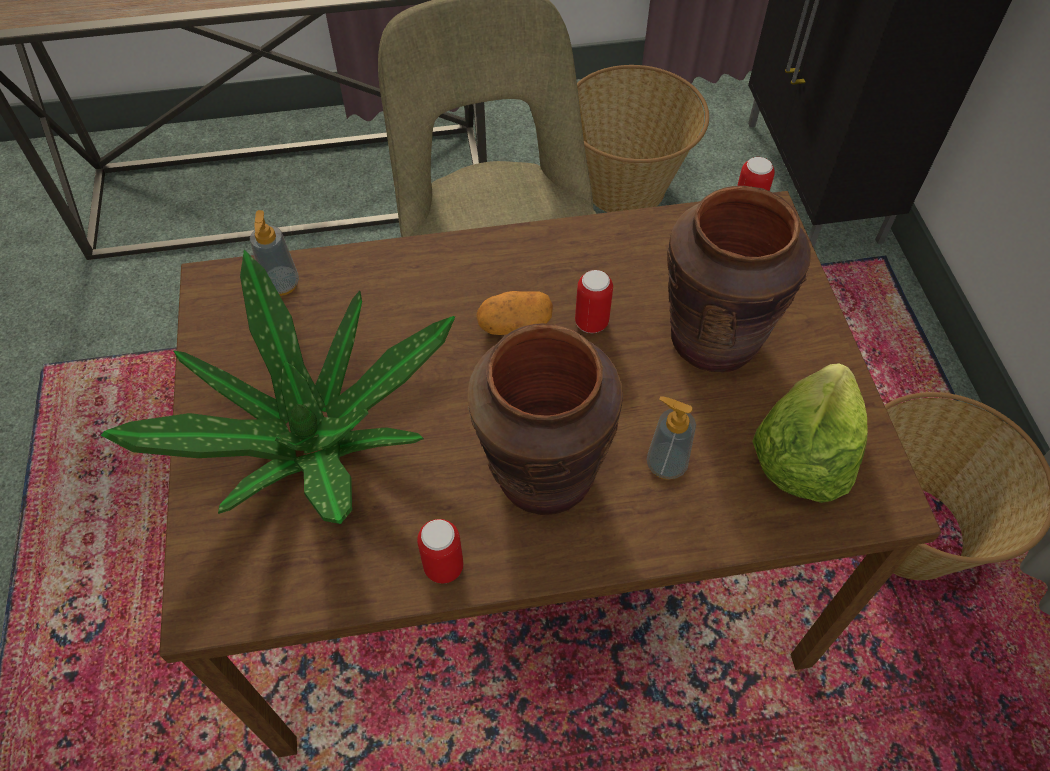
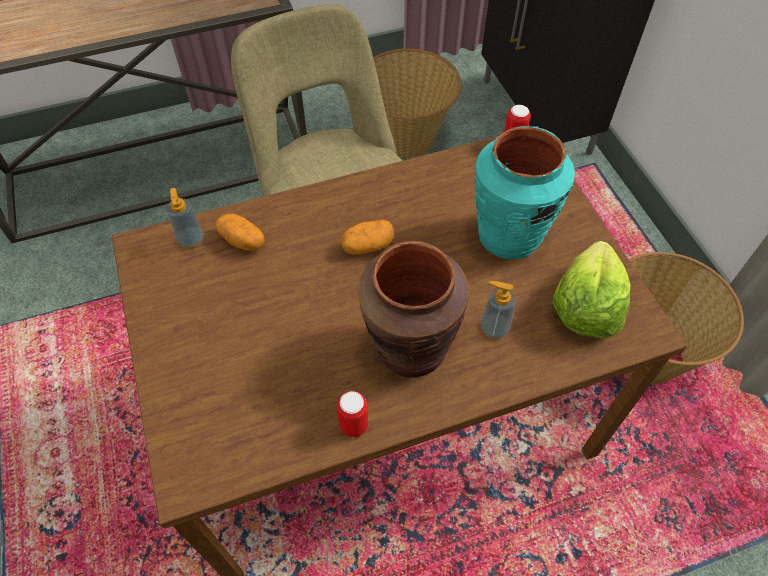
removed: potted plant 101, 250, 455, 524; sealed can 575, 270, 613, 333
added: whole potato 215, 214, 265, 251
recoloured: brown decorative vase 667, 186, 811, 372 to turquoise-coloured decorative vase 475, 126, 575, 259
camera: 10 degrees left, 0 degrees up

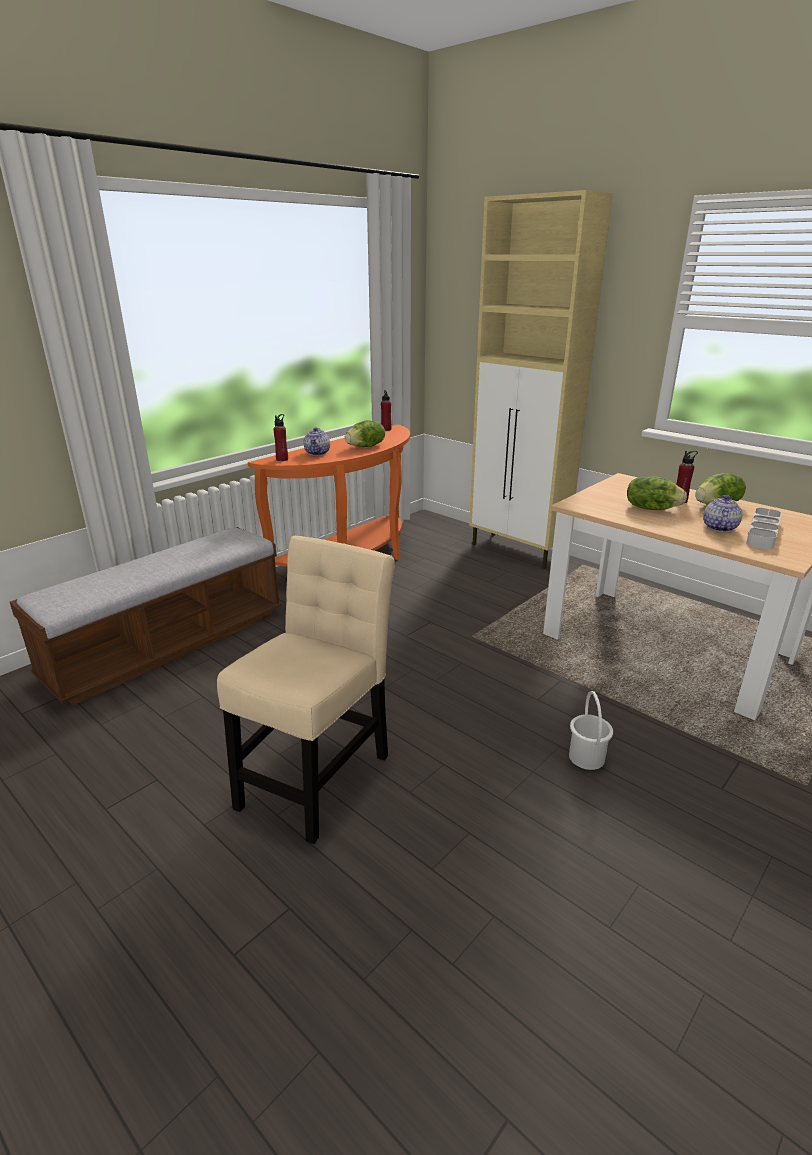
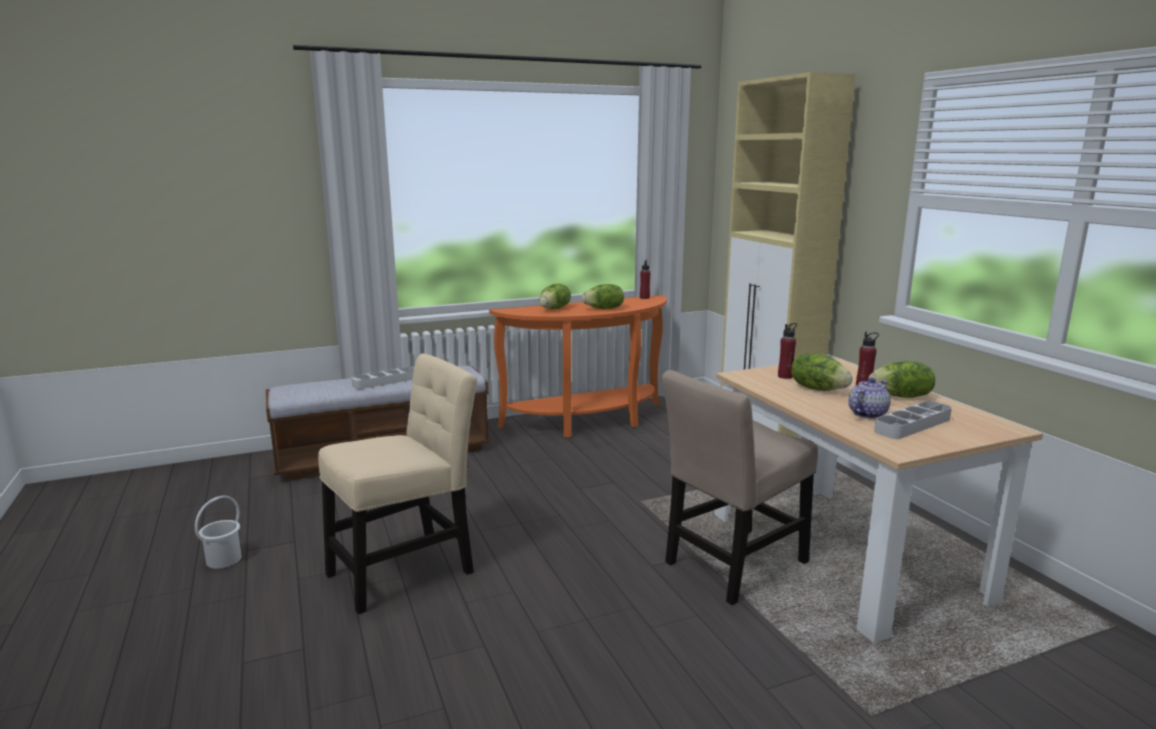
added: grey carrying tray 351, 366, 414, 389; beige-coloured upright chair 662, 370, 818, 605
moved: reddish bottle 273, 414, 288, 461 to 778, 323, 797, 379; whitish pail 569, 691, 613, 770 to 195, 496, 242, 569
replaced: pot for tea 303, 427, 330, 456 to lettuce 539, 284, 571, 310
camera: 25 degrees right, 10 degrees down

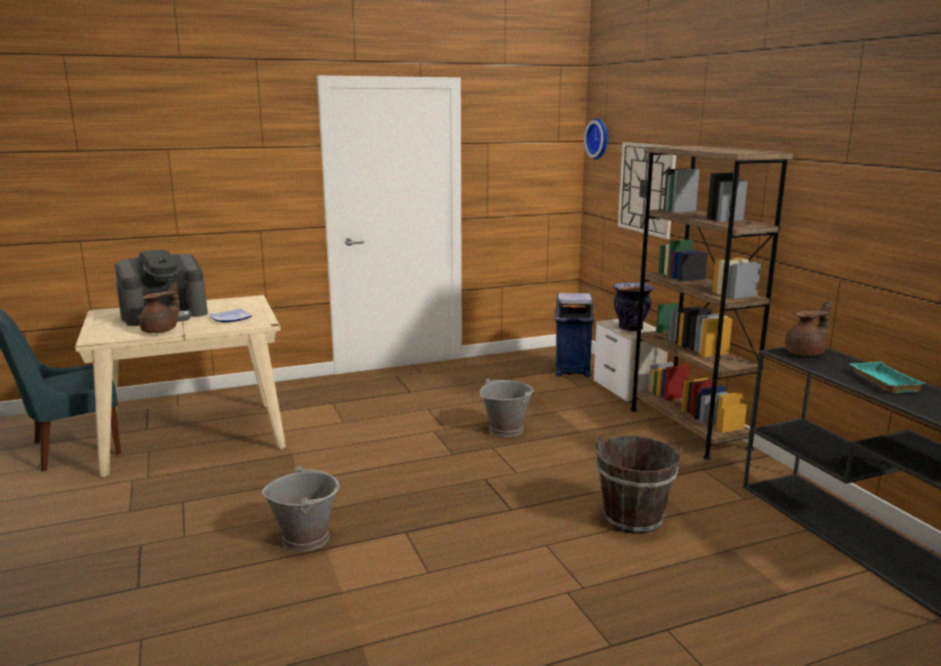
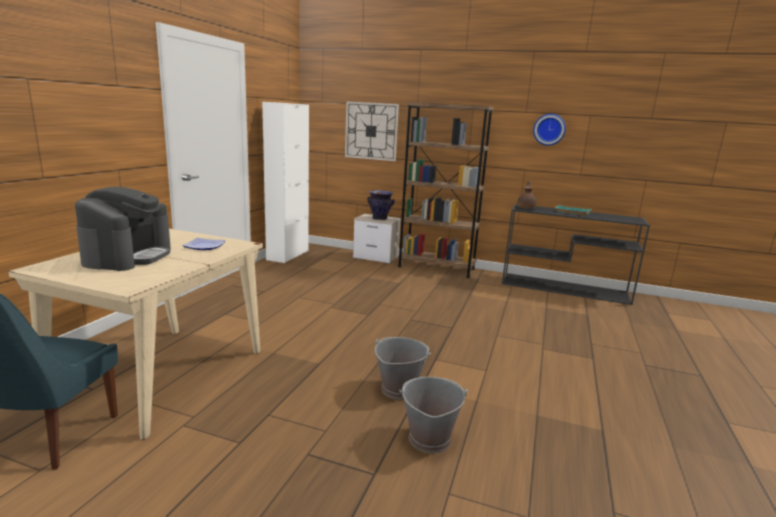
removed: brown pot for tea 139, 282, 180, 333; blue waste bin 555, 293, 594, 377; brown pail 596, 435, 682, 534
added: whitish cupboard 262, 102, 309, 263
moved: wall clock 584, 118, 608, 159 to 533, 114, 566, 146; grey pail 480, 378, 534, 437 to 399, 377, 468, 453
camera: 50 degrees left, 0 degrees up

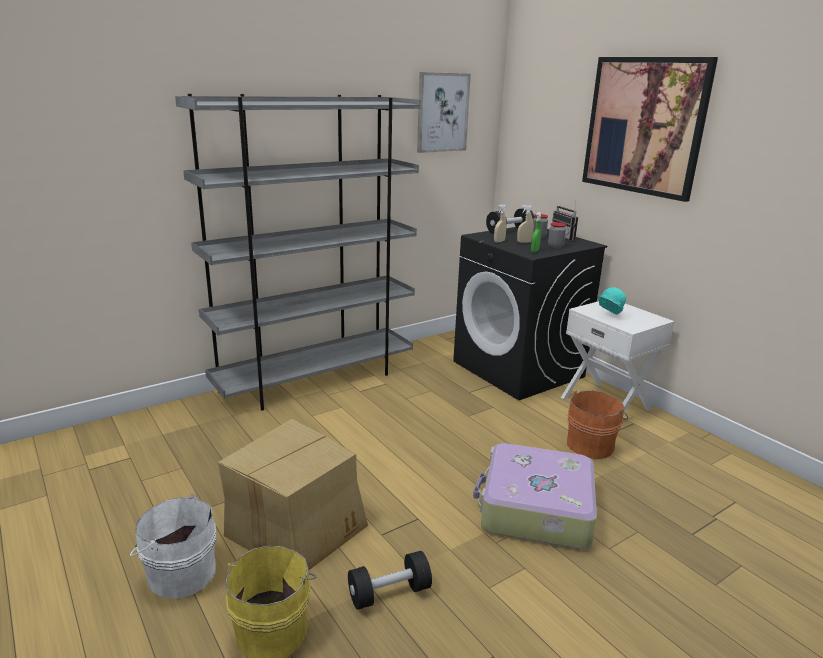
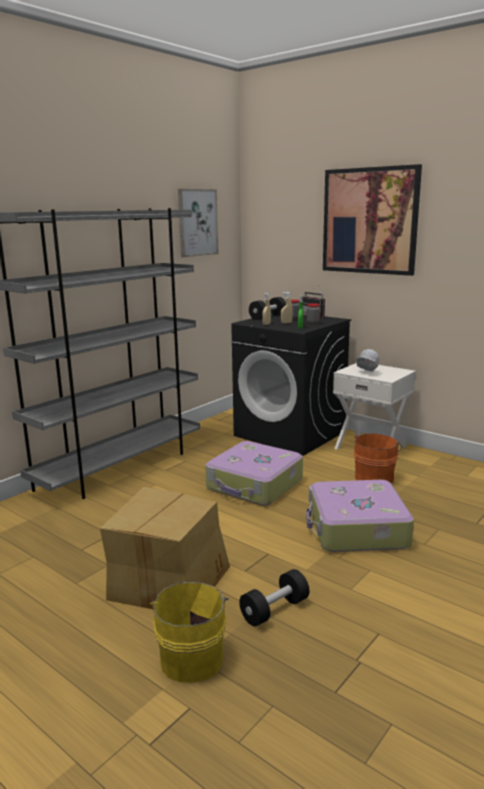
removed: whitish pail 130, 494, 216, 598
added: suitcase 205, 441, 303, 506
recoloured: turquoise-coloured safety helmet 598, 287, 626, 315 to whitish safety helmet 357, 349, 379, 372
camera: 15 degrees left, 5 degrees down

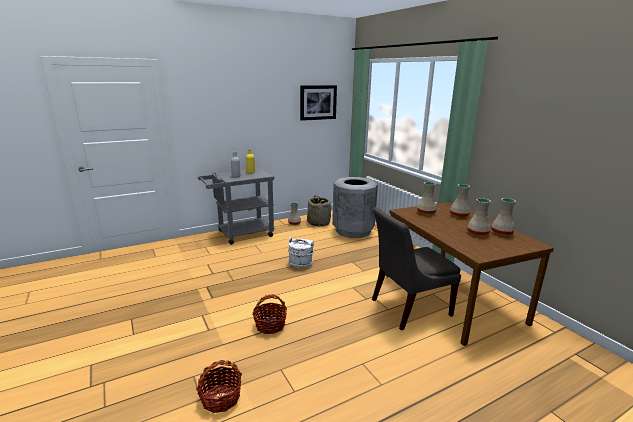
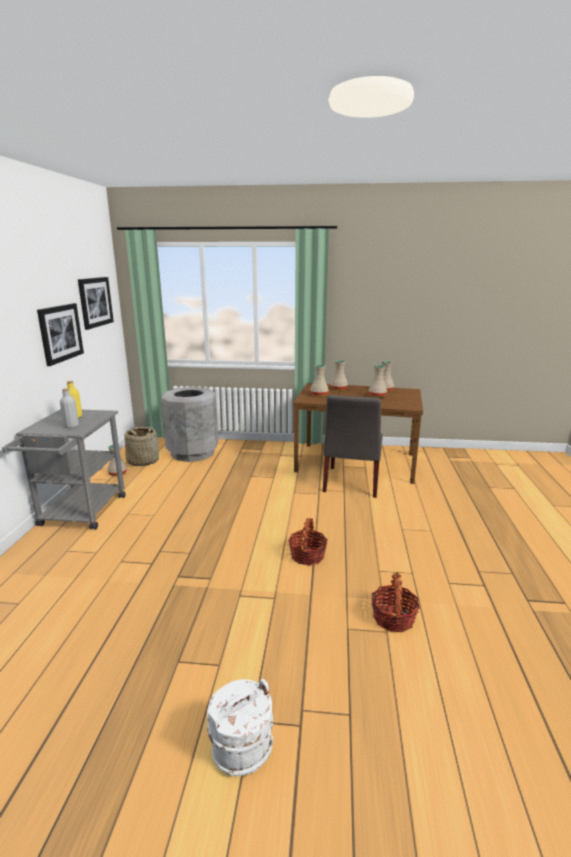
added: wall art 37, 303, 84, 366
moved: whitish pail 288, 237, 315, 268 to 207, 679, 273, 776
camera: 55 degrees left, 0 degrees up

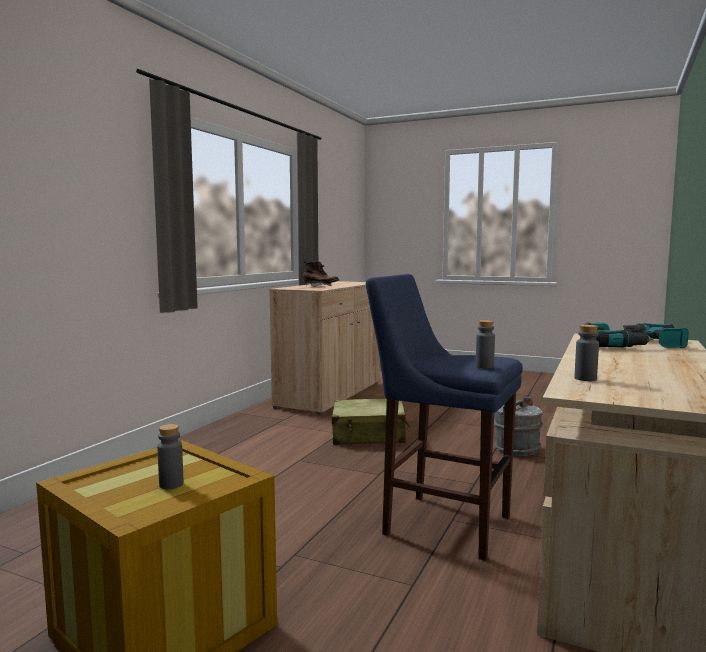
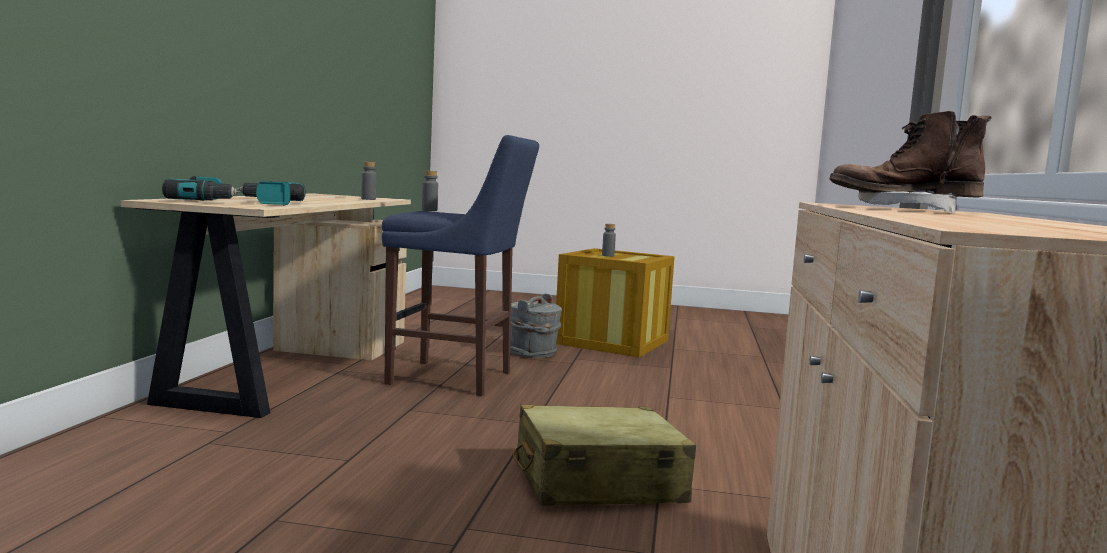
moved: grey pail 494, 397, 543, 456 to 510, 293, 562, 358
camera: 165 degrees right, 0 degrees up

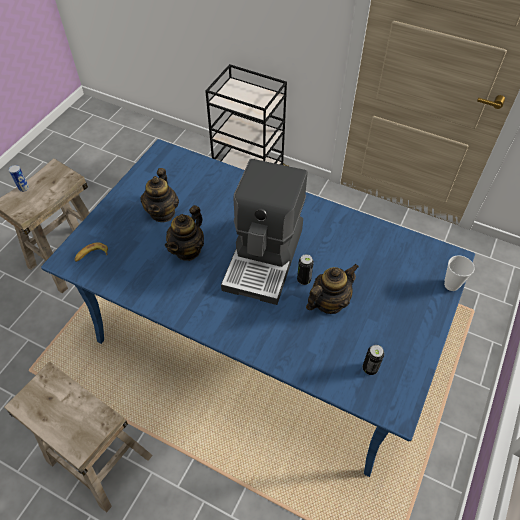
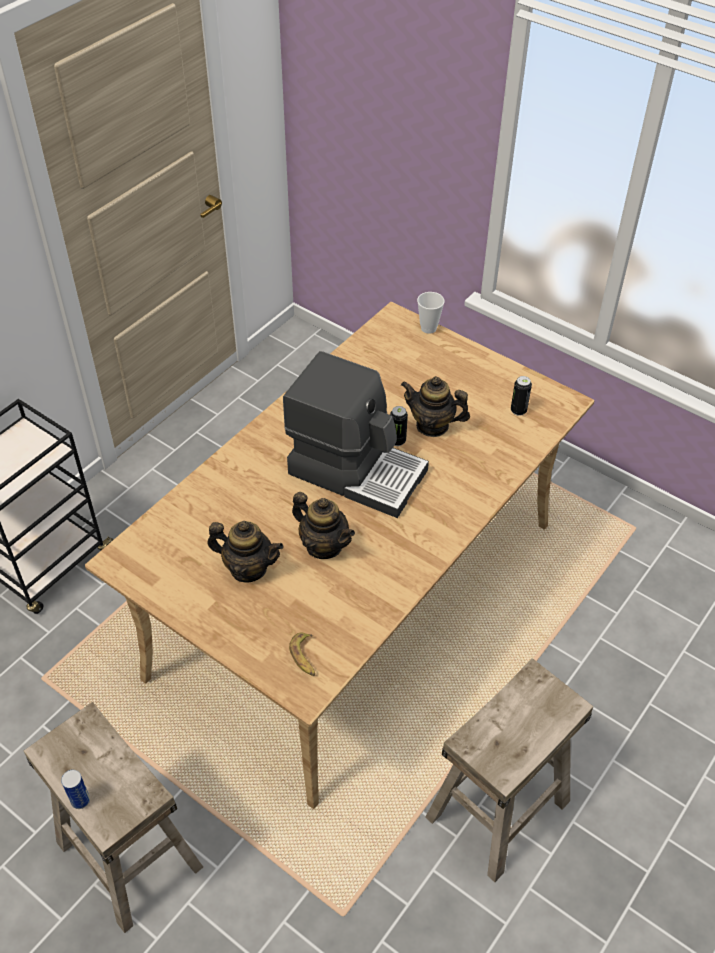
recoloured: blue dining table 41, 139, 475, 477 to beige-coloured dining table 85, 302, 594, 809
turned: pot for tea 306, 264, 359, 314 = 401, 376, 470, 437 45 degrees counterclockwise
camera: 80 degrees left, 5 degrees down

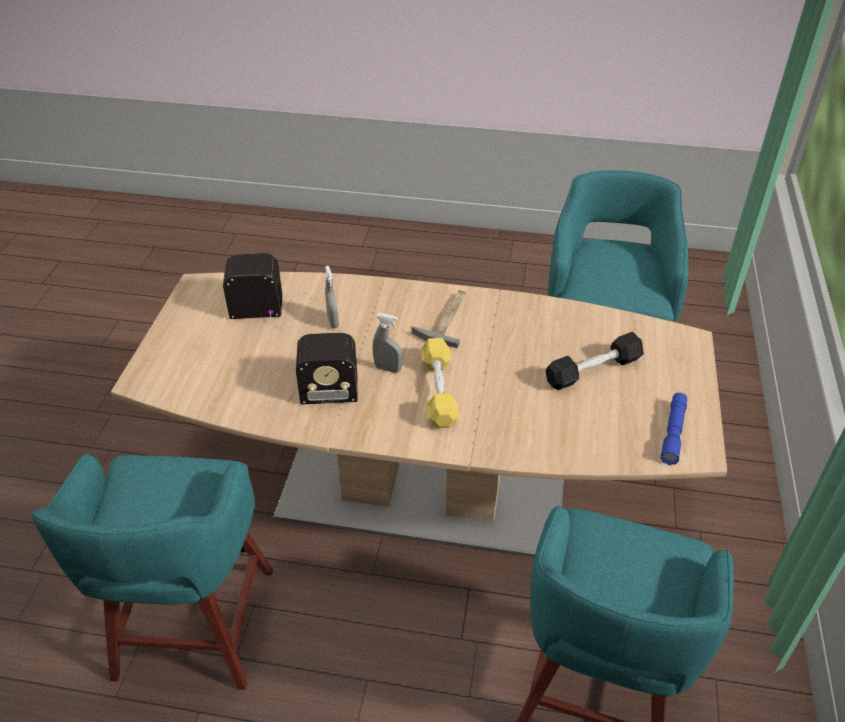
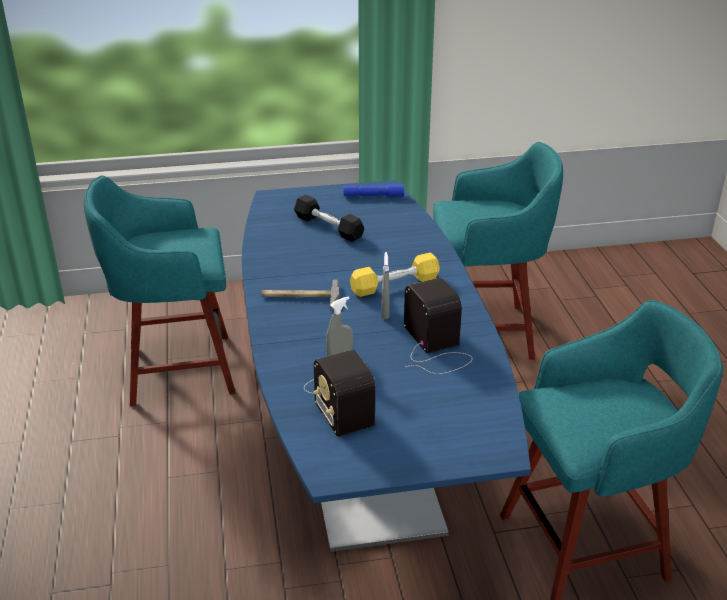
recoloured: brown dining table 111, 272, 727, 557 to blue dining table 242, 180, 531, 552
camera: 110 degrees left, 10 degrees down

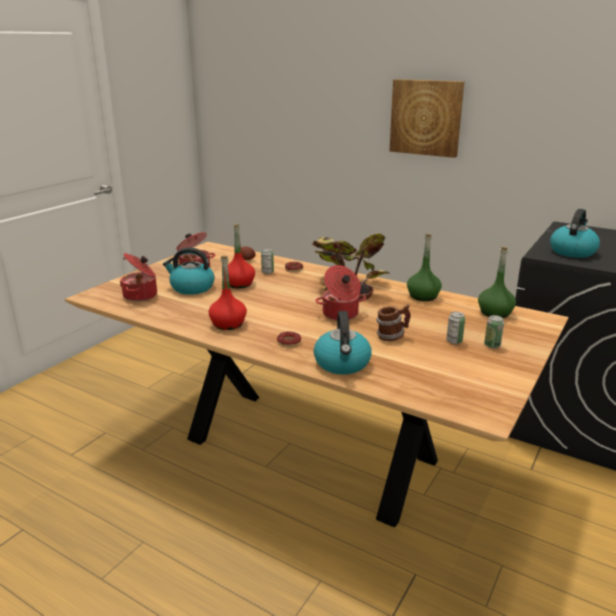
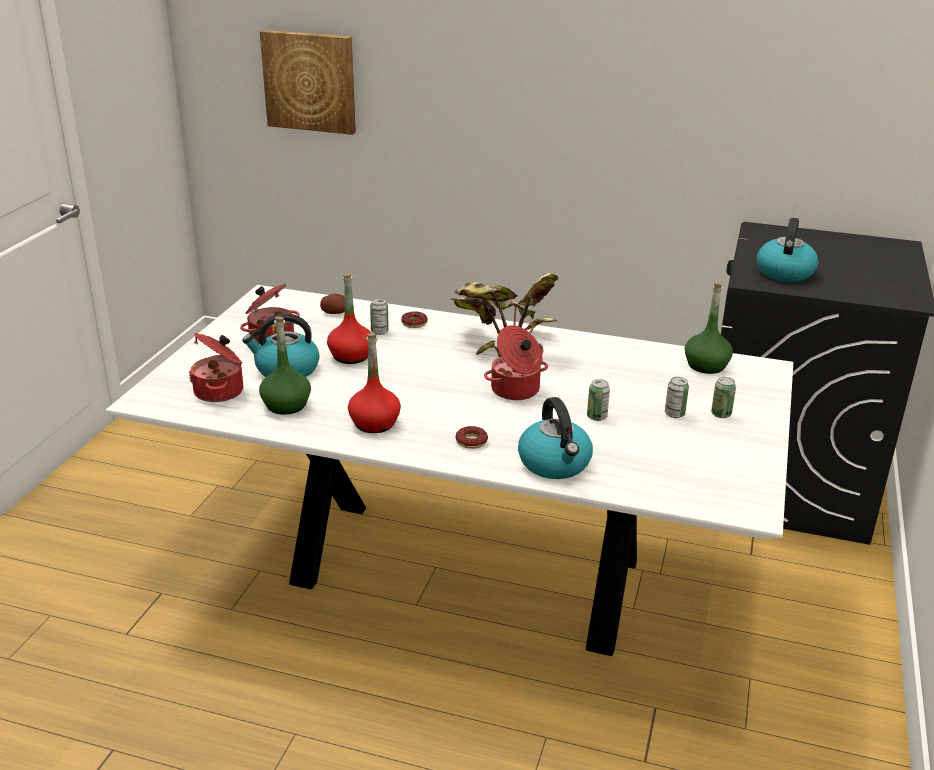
moved: wall art 389, 79, 464, 158 to 260, 30, 356, 135; greenish bottle 407, 234, 442, 301 to 259, 317, 311, 415
replaced: mug 376, 304, 411, 341 to sealed can 587, 379, 610, 421
recoloured: brown dining table 65, 242, 569, 527 to whitish dining table 106, 285, 793, 656
camera: 15 degrees left, 5 degrees up

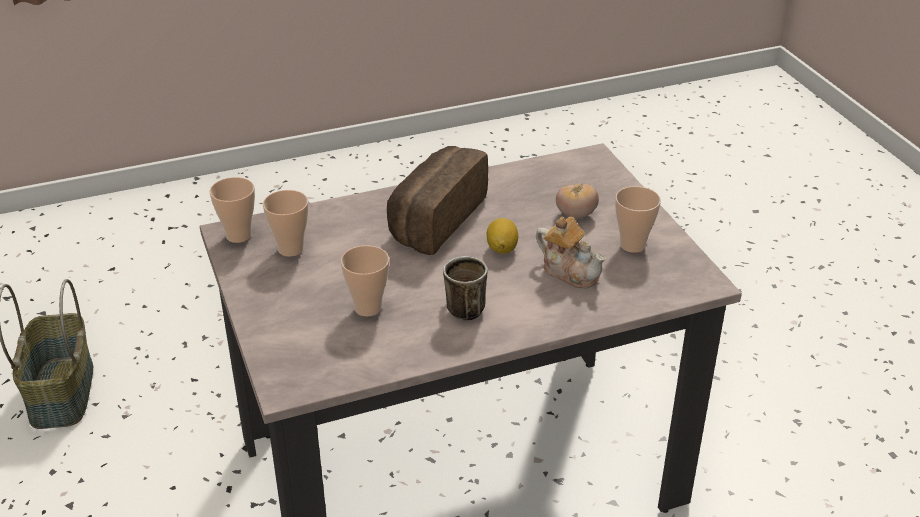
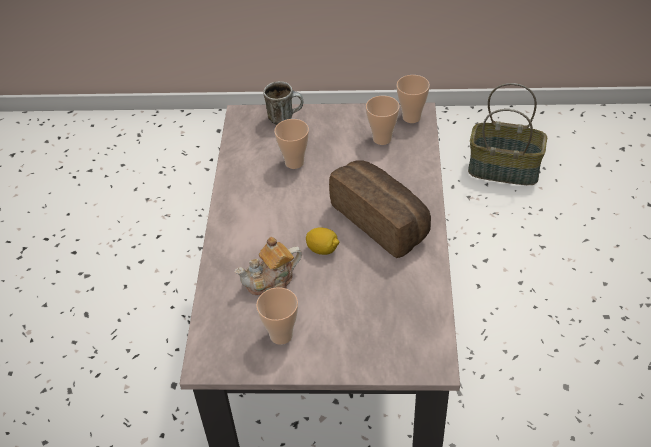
removed: whole tomato 556, 184, 599, 218
moved: mug 443, 256, 488, 321 to 263, 81, 303, 125
camera: 115 degrees right, 10 degrees up

